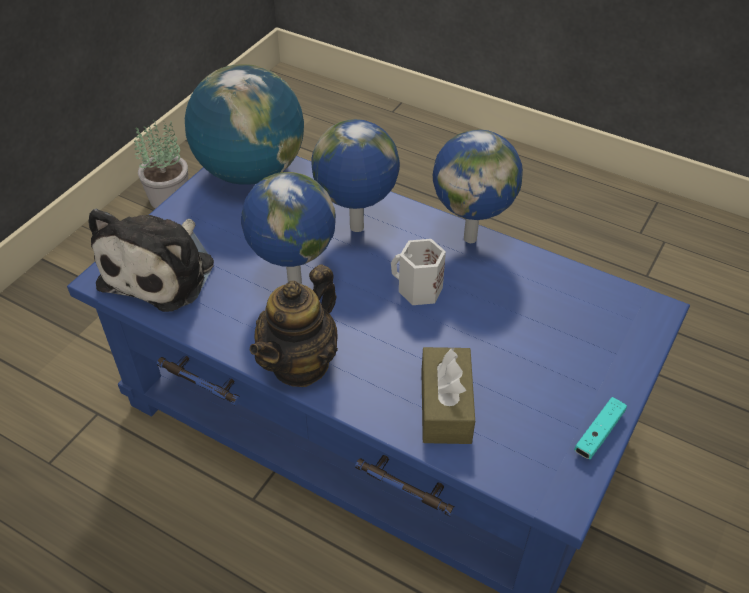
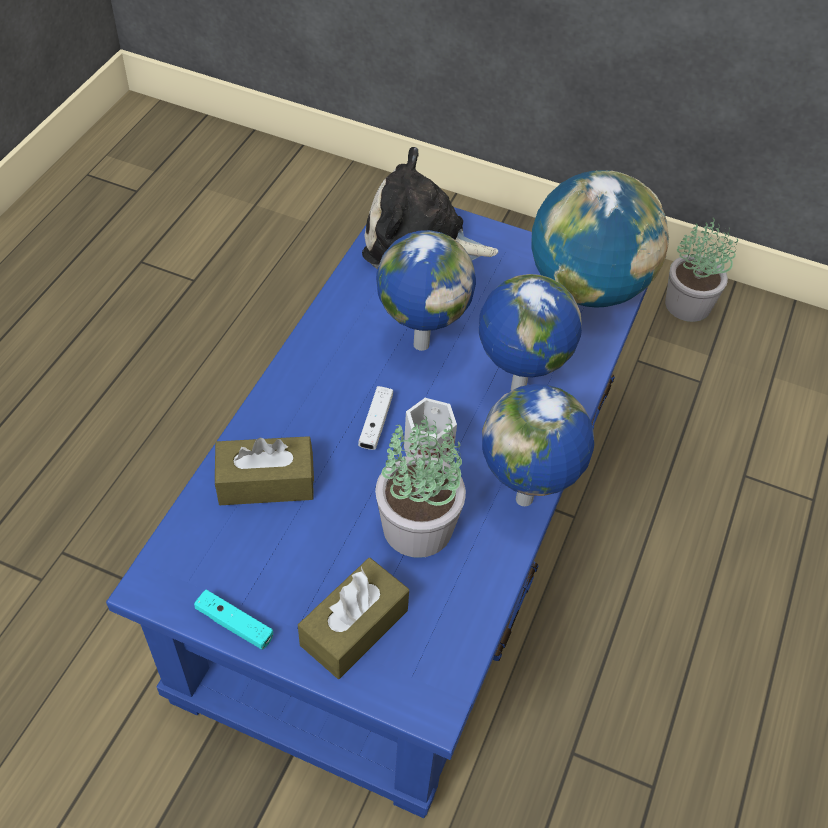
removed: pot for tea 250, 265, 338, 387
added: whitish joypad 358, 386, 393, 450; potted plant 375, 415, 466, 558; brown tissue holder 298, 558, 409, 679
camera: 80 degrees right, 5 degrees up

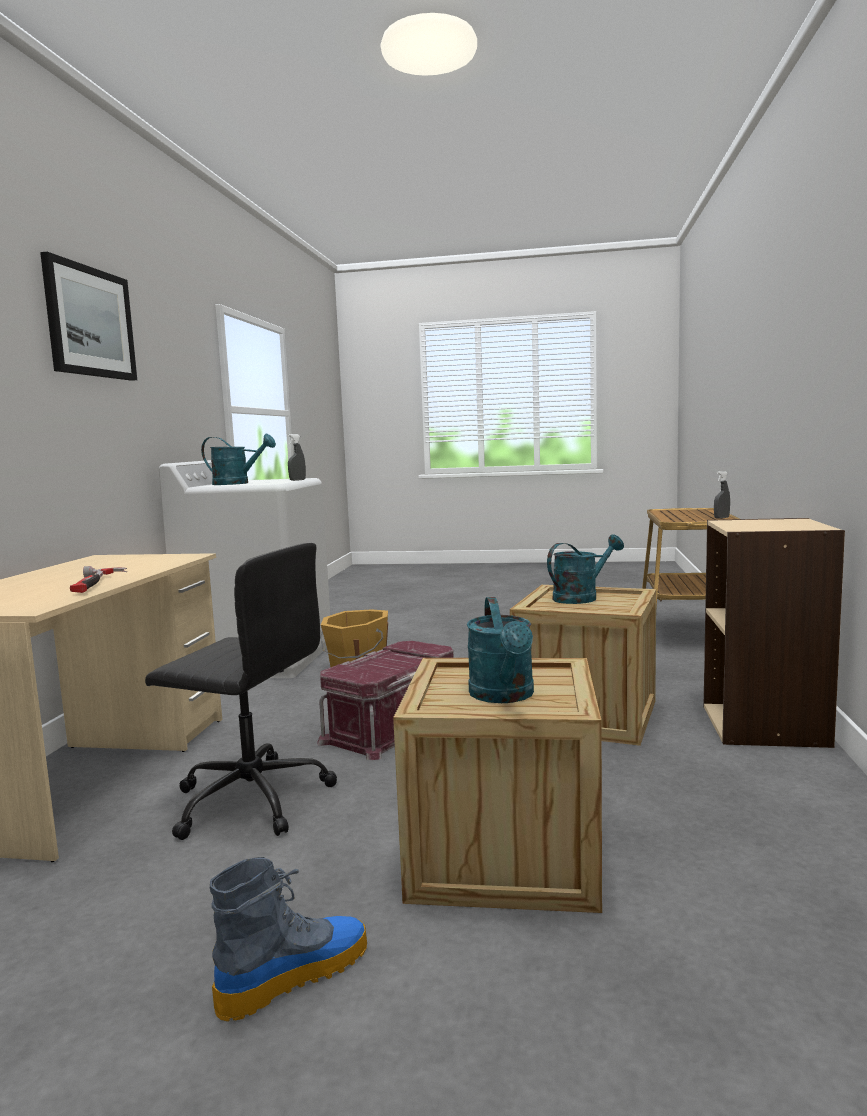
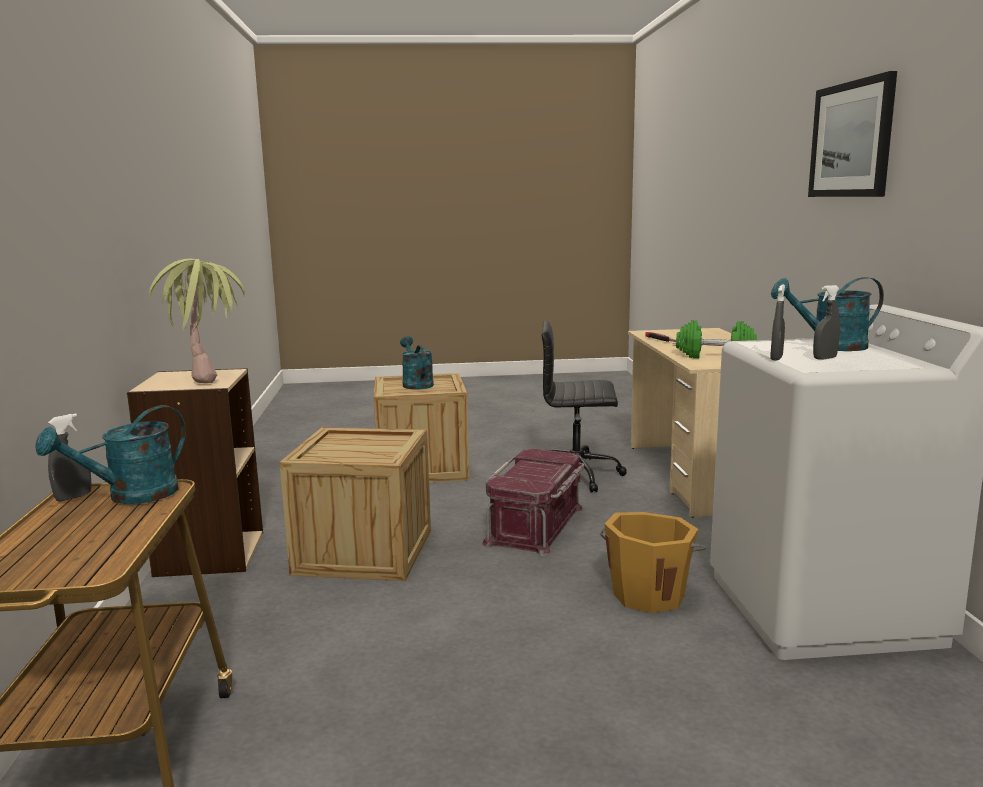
removed: boot 210, 857, 367, 1022
added: potted plant 149, 258, 245, 383; grey sprayer 813, 285, 840, 360; greenish hand weight 676, 320, 757, 358
moved: turquoise-coloured watering can 547, 535, 624, 604 to 35, 405, 186, 504
camera: 165 degrees right, 5 degrees up

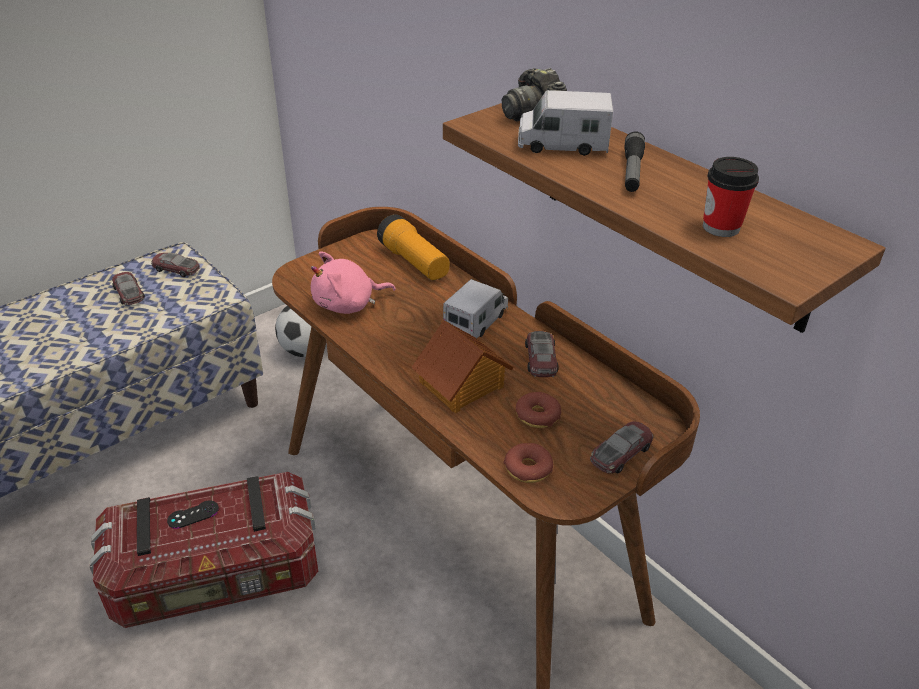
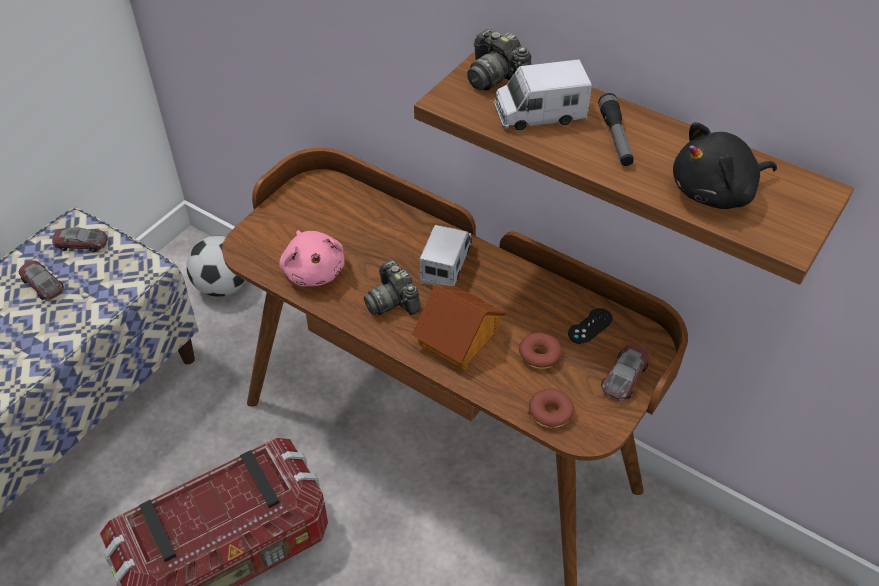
removed: flashlight 377, 215, 450, 280; toy car 525, 331, 559, 377
added: photo camera 364, 260, 421, 315
moved: black joypad 167, 501, 219, 529 to 568, 308, 613, 344
replaced: cup 703, 157, 759, 237 to black soft toy 673, 122, 777, 209
turned: pink soft toy 311, 251, 396, 314 = 279, 230, 345, 287 75 degrees counterclockwise
camera: 15 degrees left, 10 degrees up

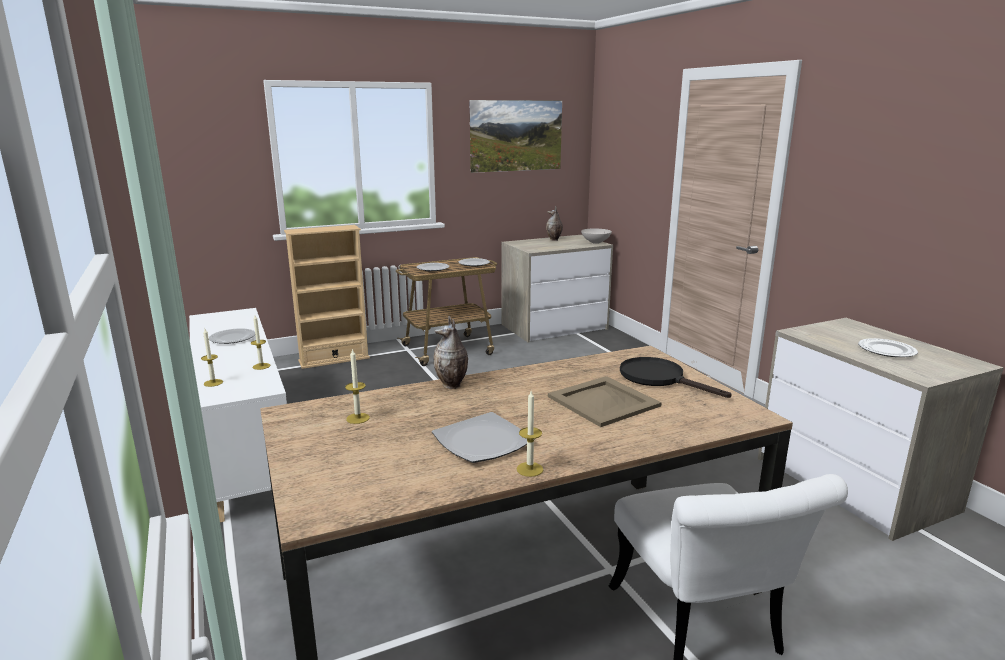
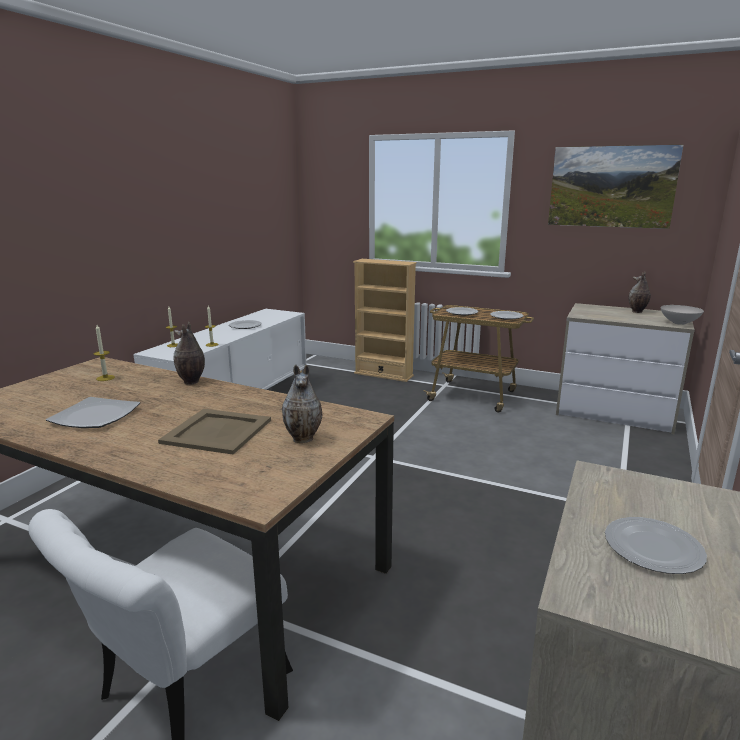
removed: wax candle 517, 391, 543, 477
replaced: black pan 620, 357, 732, 398 to decorative vase 282, 365, 322, 443
camera: 50 degrees right, 0 degrees up

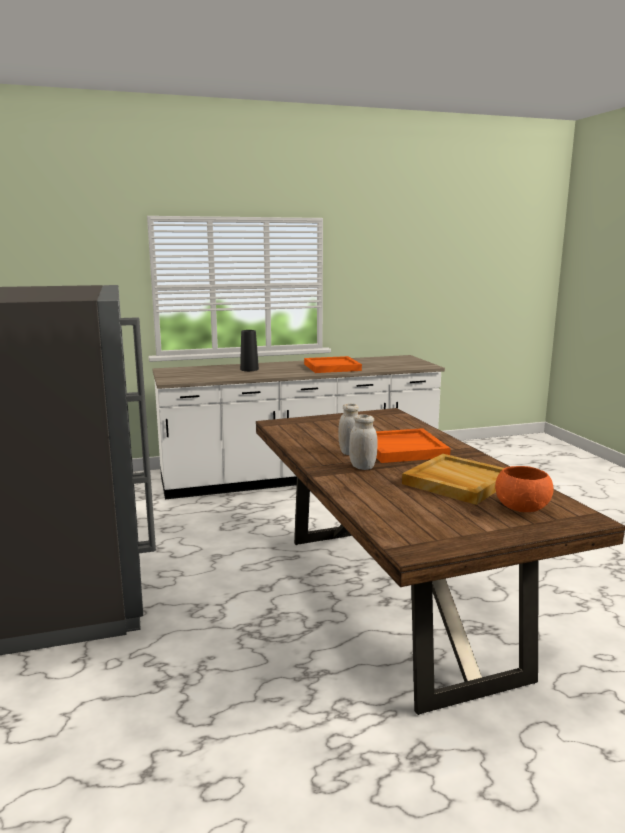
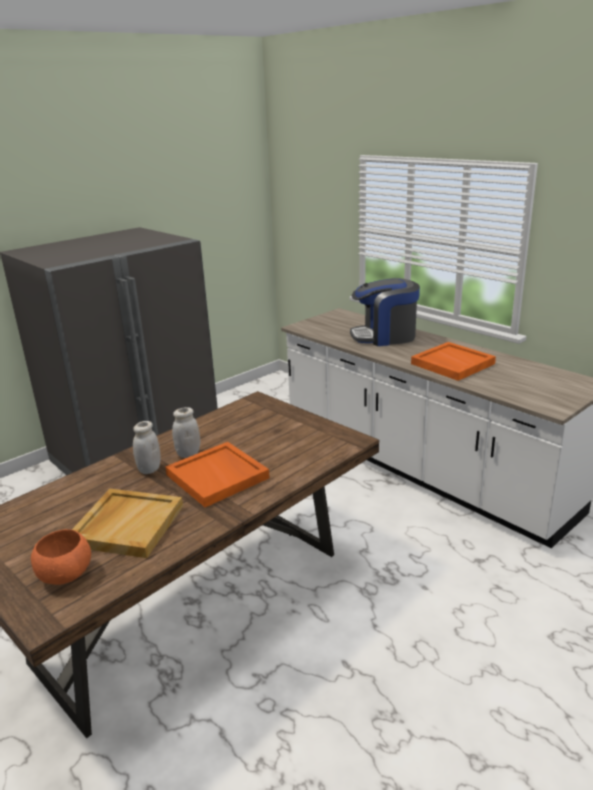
replaced: black decorative vase 240, 330, 259, 371 to coffee machine 350, 278, 420, 346
camera: 65 degrees right, 10 degrees up

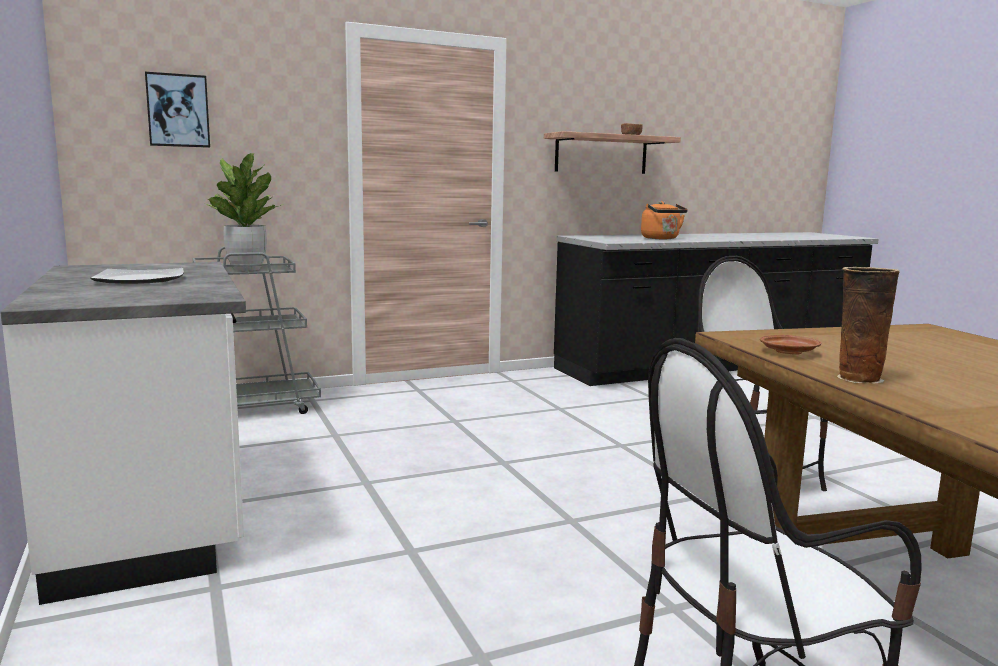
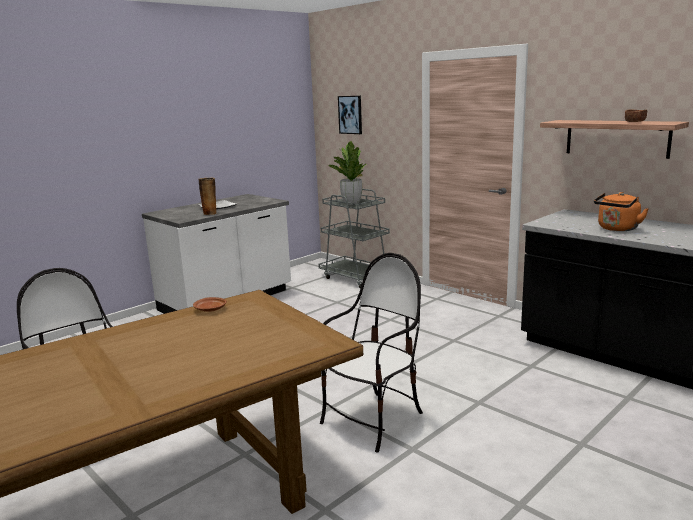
moved: decorative vase 838, 267, 900, 383 to 198, 178, 217, 215
camera: 70 degrees right, 5 degrees up

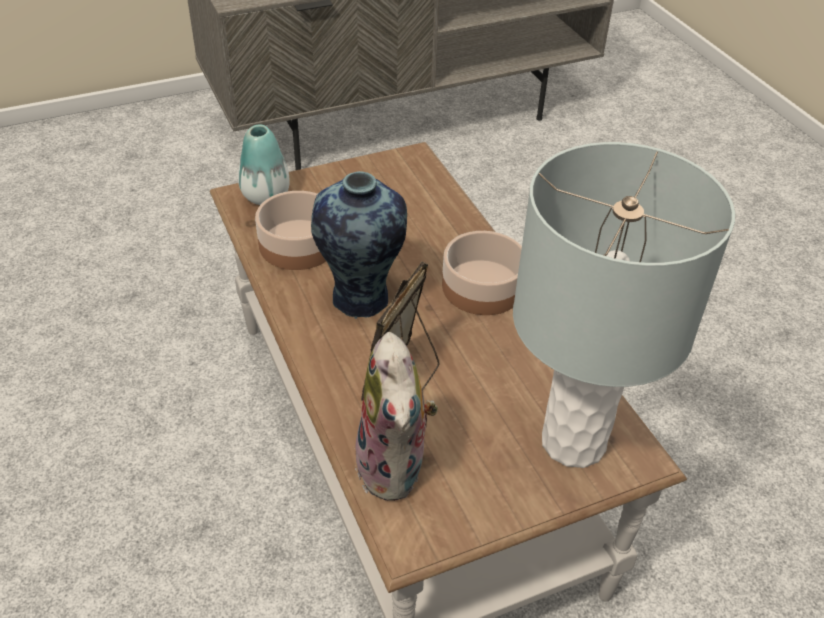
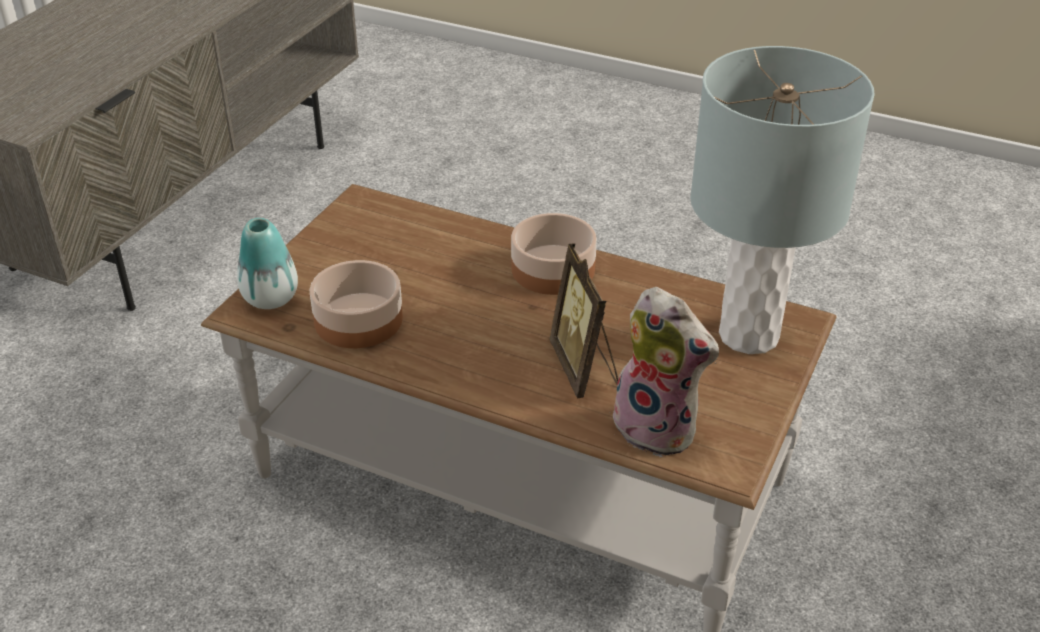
removed: decorative vase 311, 171, 407, 319
camera: 40 degrees left, 5 degrees down

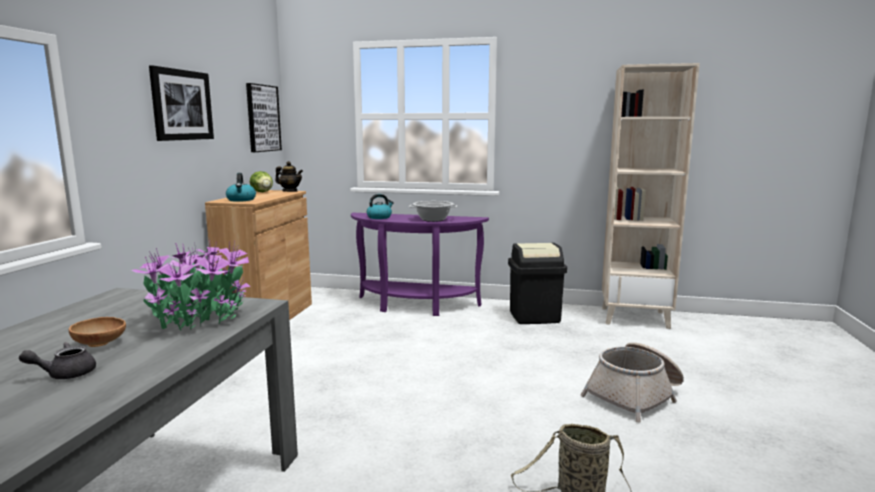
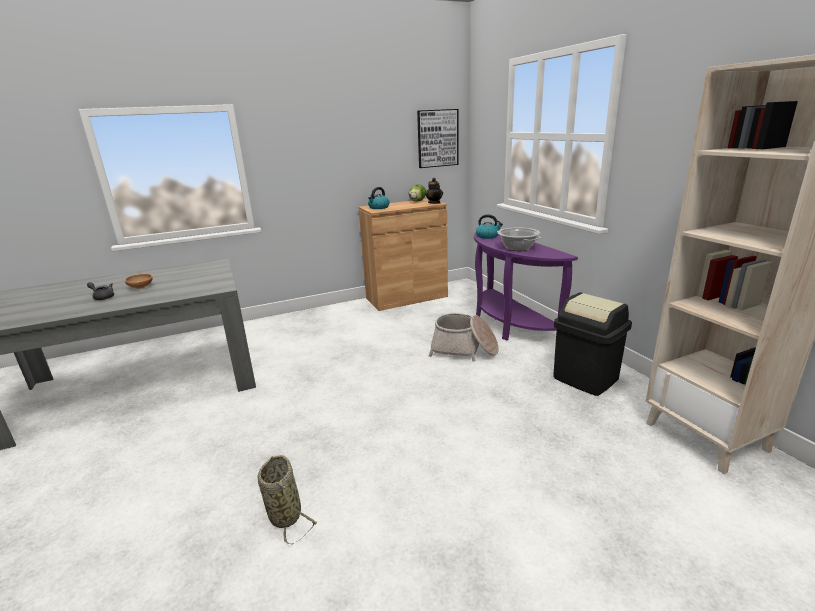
removed: wall art 149, 65, 214, 141; potted plant 131, 237, 251, 331
moved: storage basket 581, 342, 684, 422 to 429, 313, 498, 361
camera: 55 degrees right, 10 degrees up

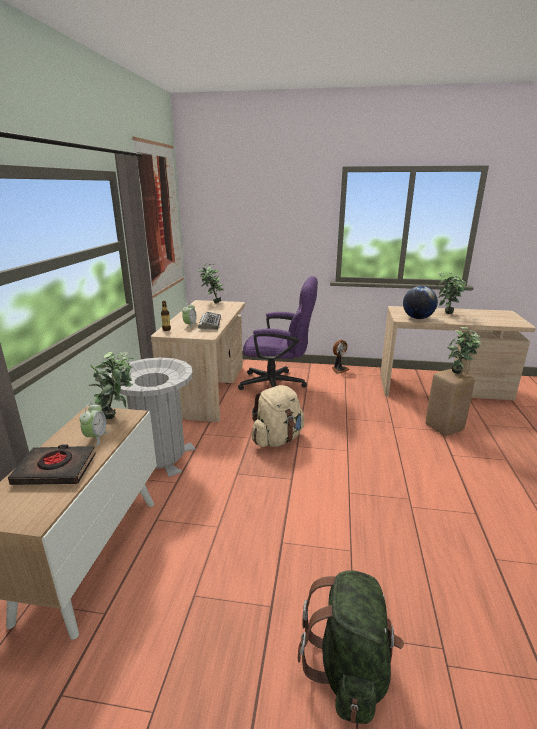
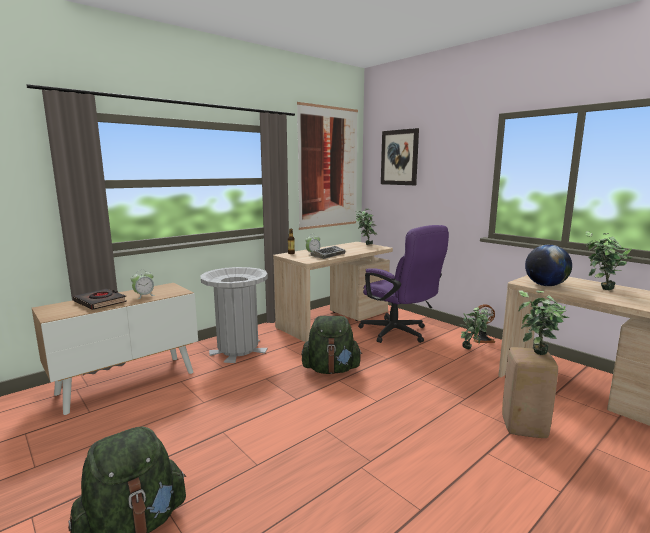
added: wall art 381, 128, 419, 185
moved: potted plant 89, 351, 134, 419 to 460, 307, 491, 349
recoloured: beige-coloured knapsack 252, 385, 304, 447 to greenish knapsack 301, 316, 362, 374
camera: 40 degrees right, 10 degrees down

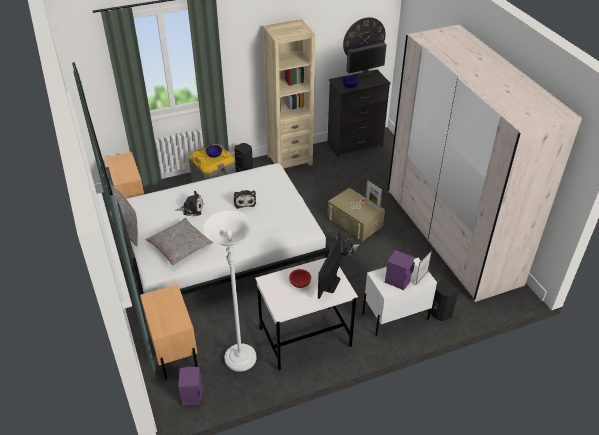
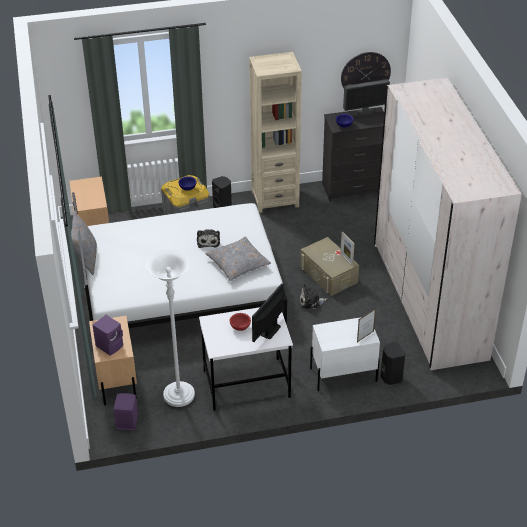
removed: soft toy 176, 191, 204, 216
moved: grey throw pillow 145, 218, 213, 266 to 205, 236, 271, 281; purplish loudspeaker 385, 250, 415, 290 to 92, 315, 123, 355
camera: 10 degrees right, 0 degrees up

